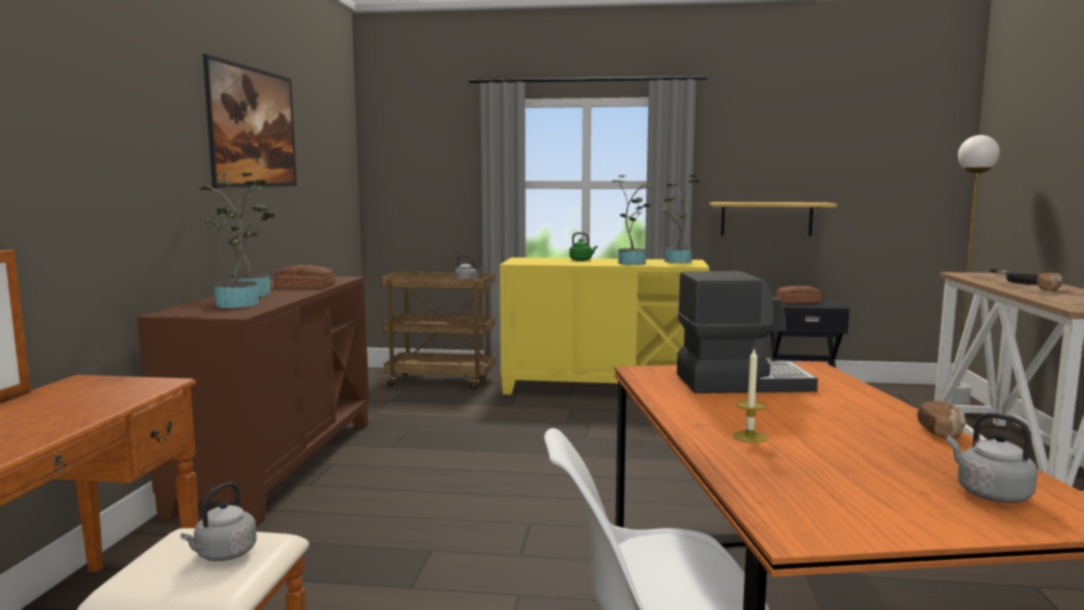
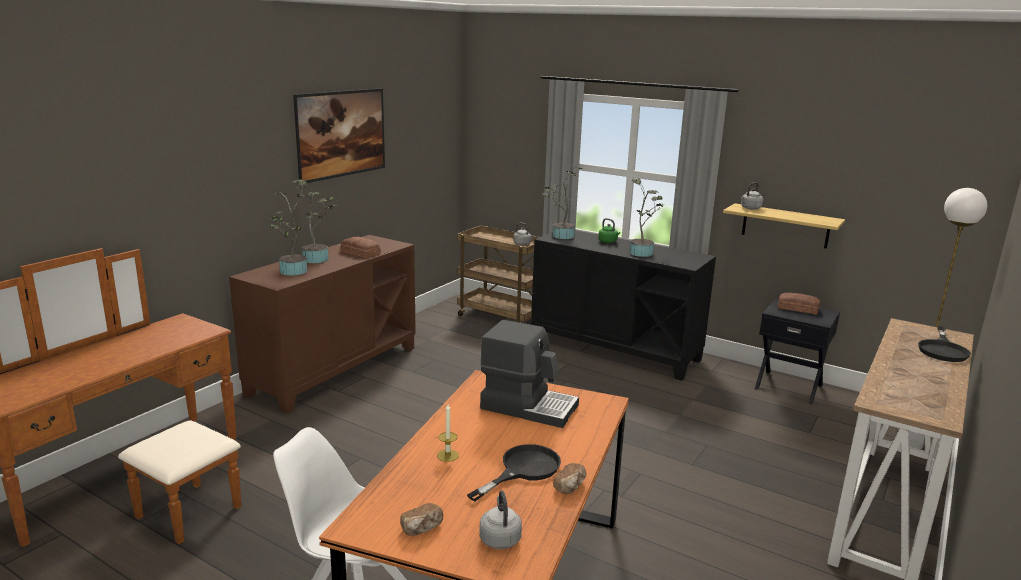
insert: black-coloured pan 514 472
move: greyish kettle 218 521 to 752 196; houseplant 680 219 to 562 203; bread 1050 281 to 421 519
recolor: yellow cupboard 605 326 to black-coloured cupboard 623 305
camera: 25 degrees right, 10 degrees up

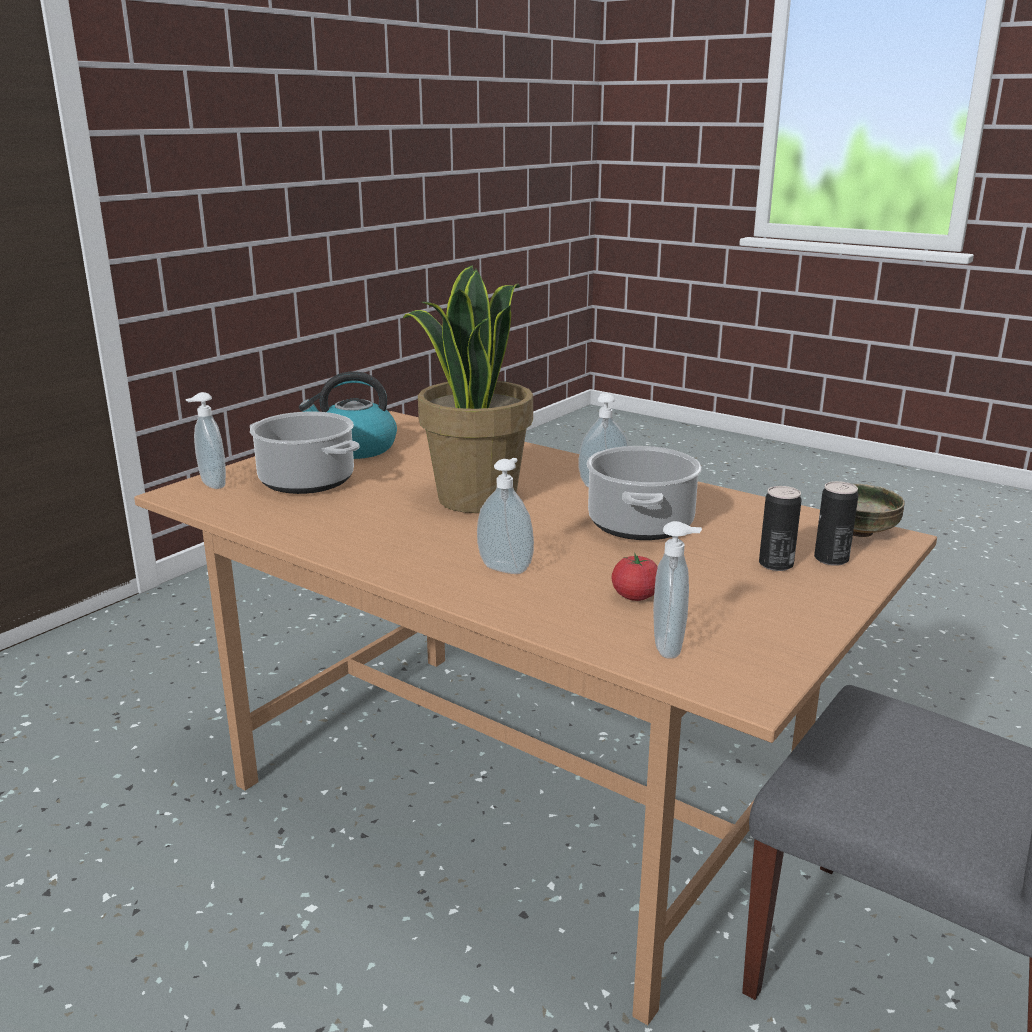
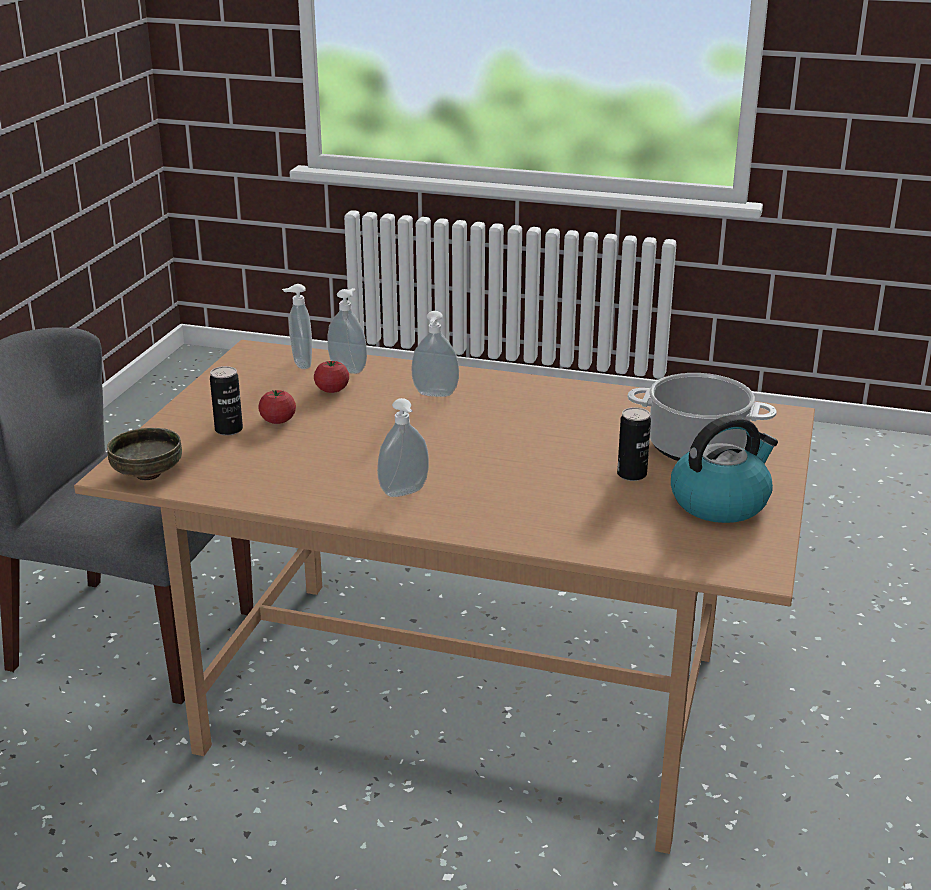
delete: houseplant 468 389; saucepot 644 493
insert: tomato 277 407
move: soap bottle 205 440 to 347 331; can 836 523 to 634 444
camera: 160 degrees right, 5 degrees up

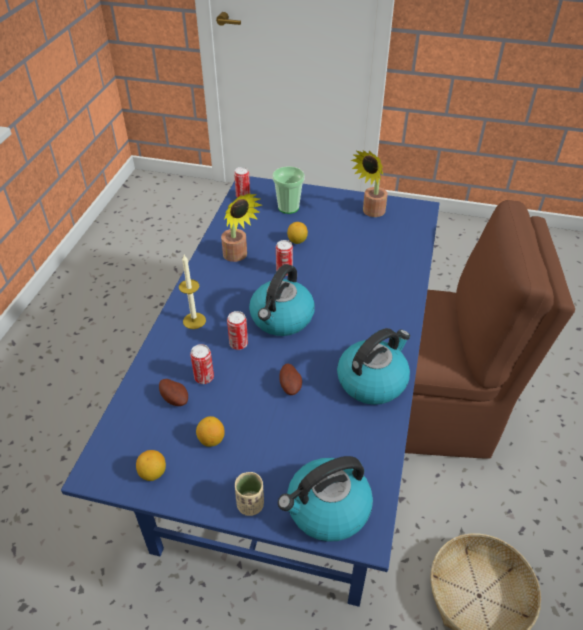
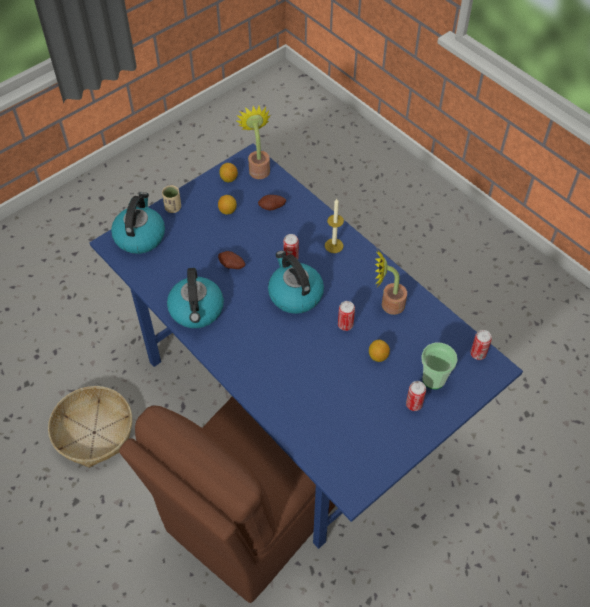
move: can 202 364 to 416 396; houseplant 369 183 to 253 142
camera: 125 degrees right, 10 degrees up

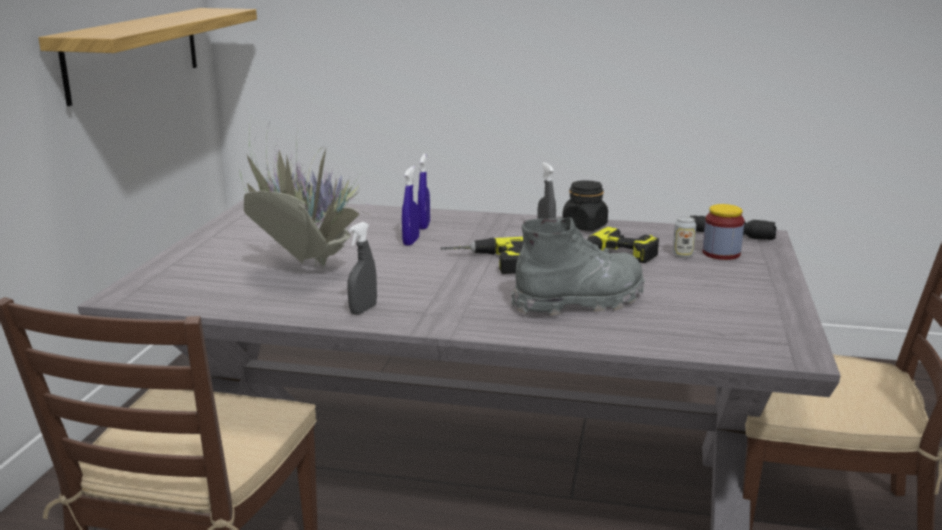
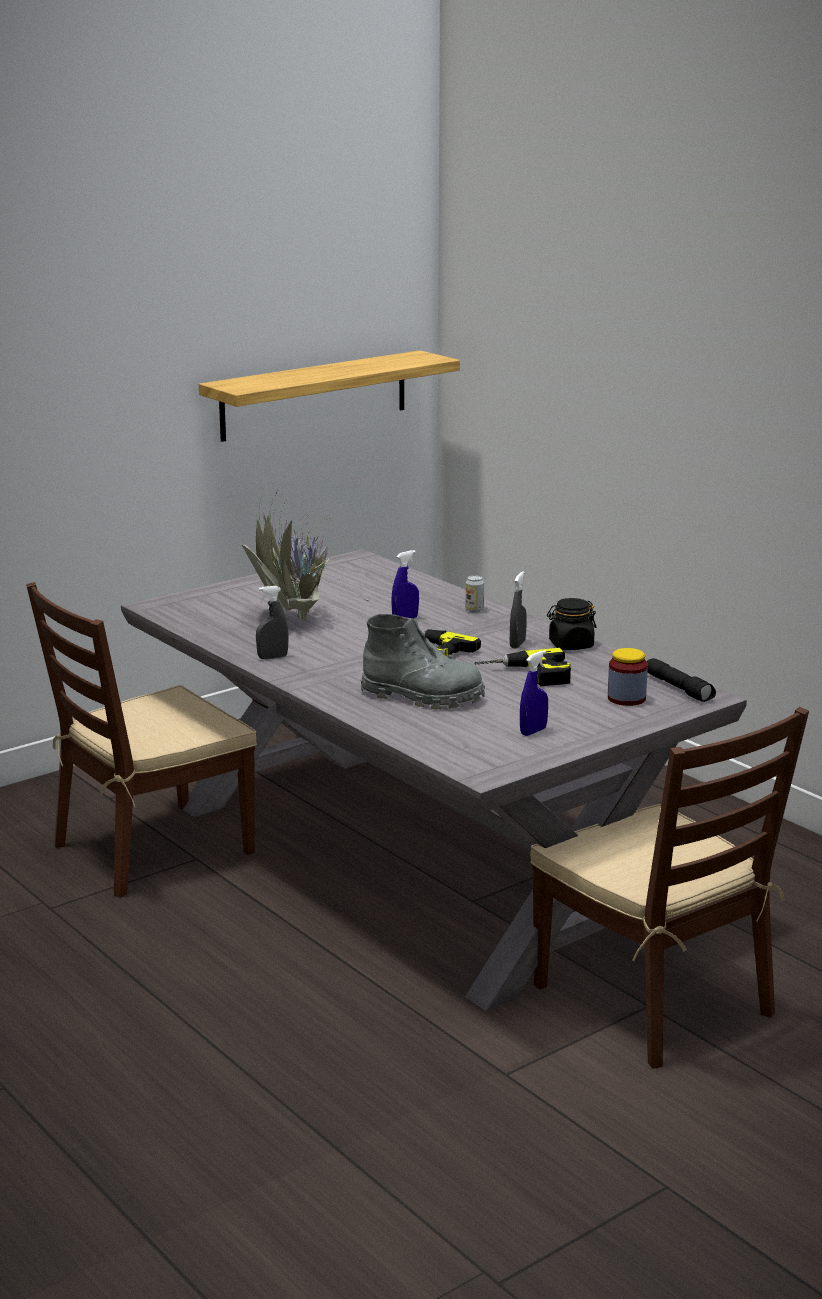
move: blue-coloured hand sprayer 424 191 to 534 693; can 684 237 to 474 593
camera: 40 degrees right, 0 degrees up

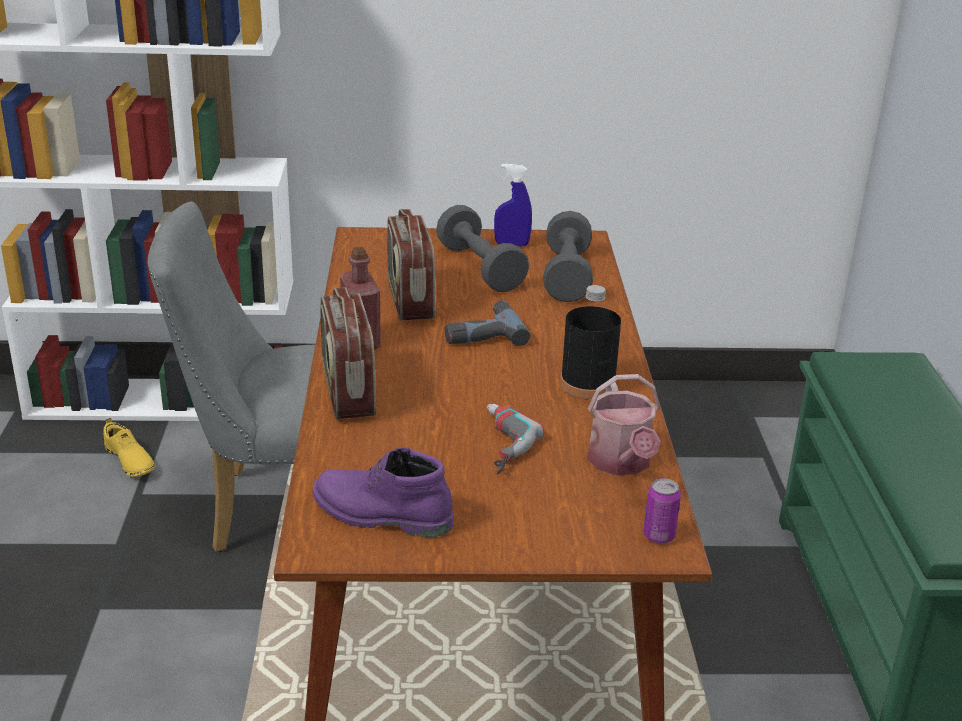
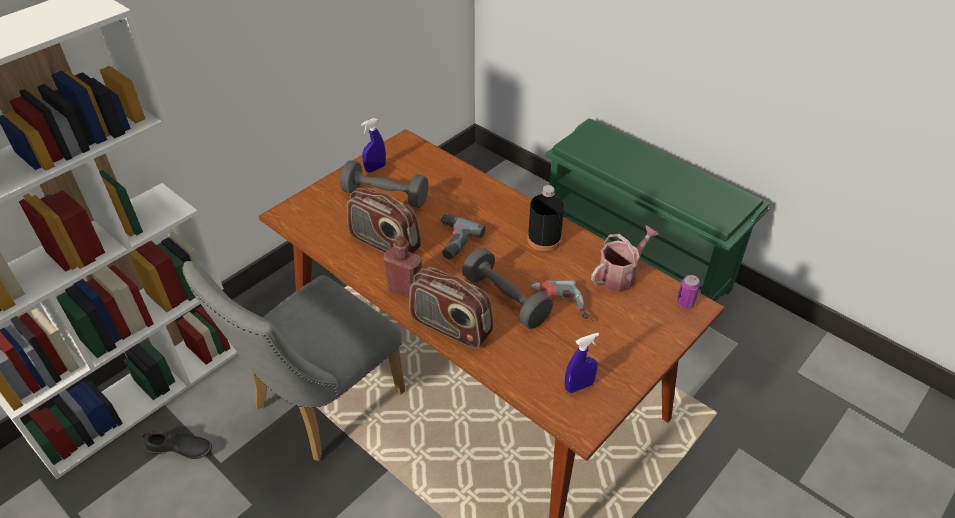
move: greyish hand weight 568 256 to 507 288
replace: purple-coloured boot 383 492 to blue-coloured hand sprayer 582 363
recolor: yellow shoe 129 447 to black-coloured shoe 177 444
rotate: sprinkling can 624 424 = 625 258 75 degrees counterclockwise
camera: 45 degrees left, 15 degrees up

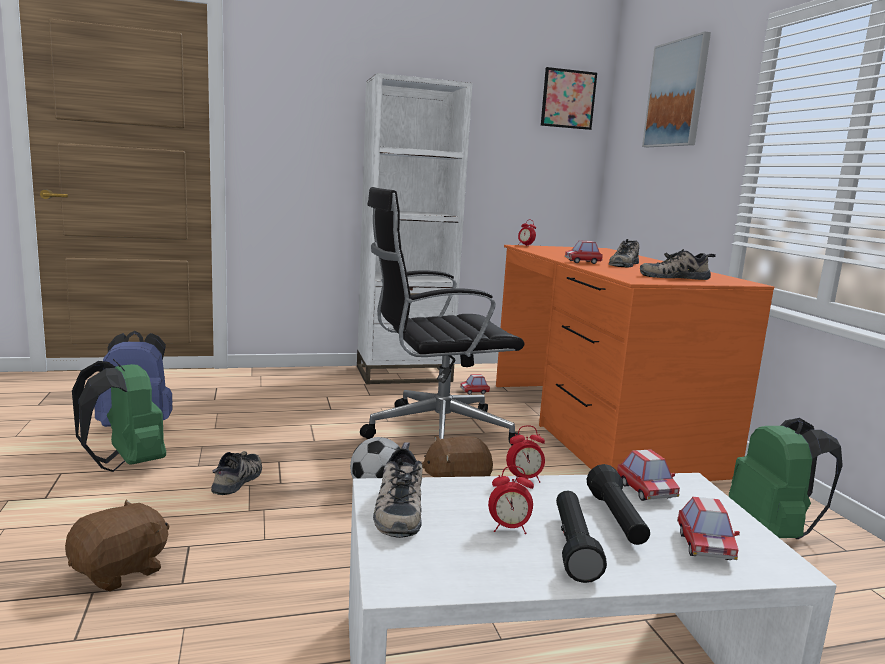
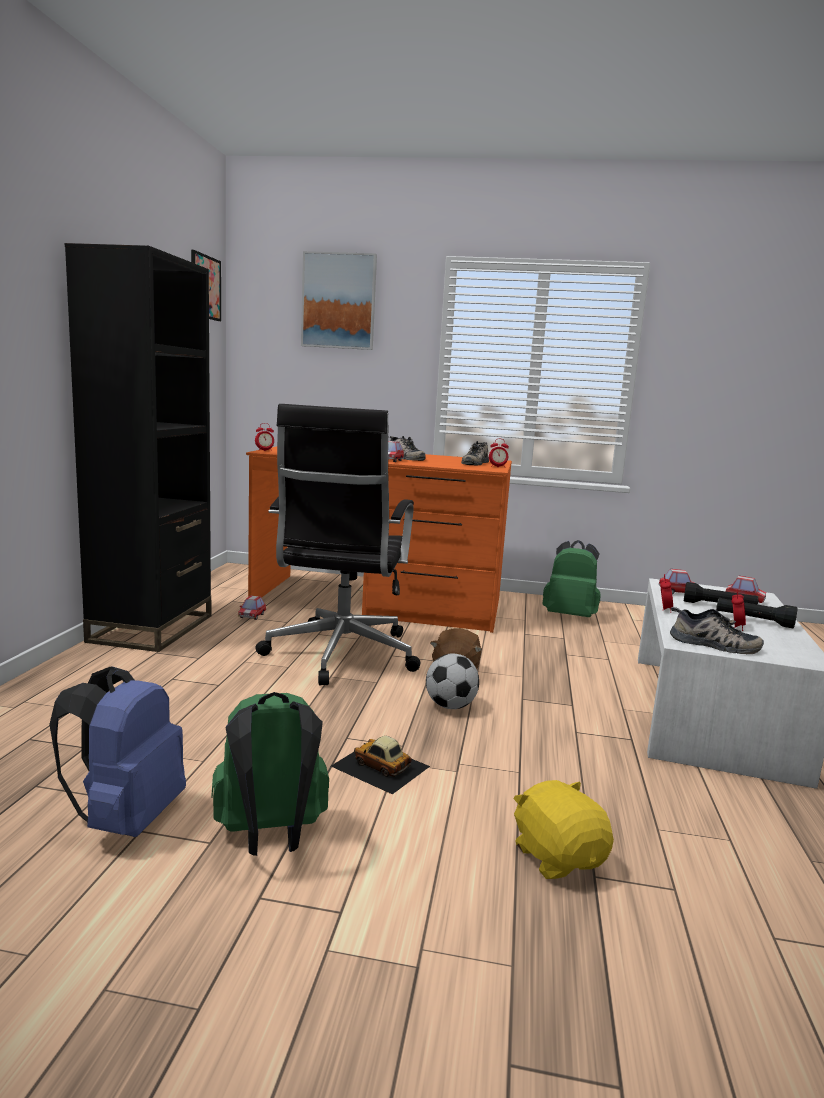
insert: table clock 499 453
replace: shoe 236 473 to model car 380 765
recolor: brown plush toy 117 545 to yellow plush toy 563 829; whitish bookcase 414 228 to black-coloured bookcase 138 447
camera: 65 degrees left, 0 degrees up

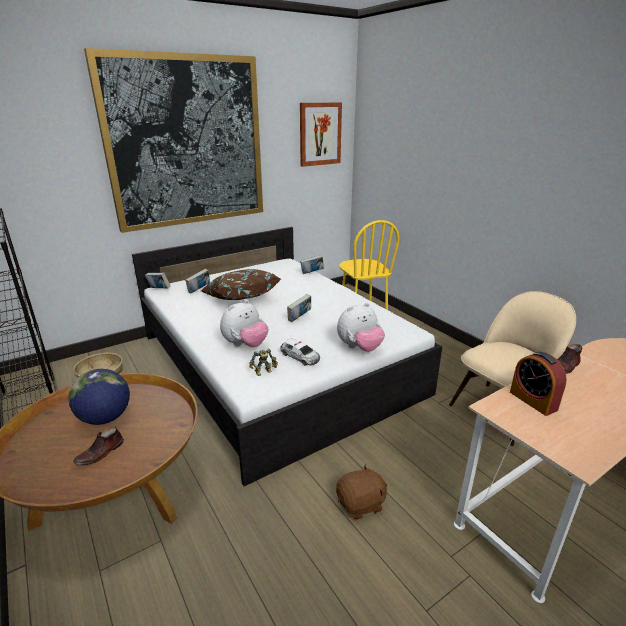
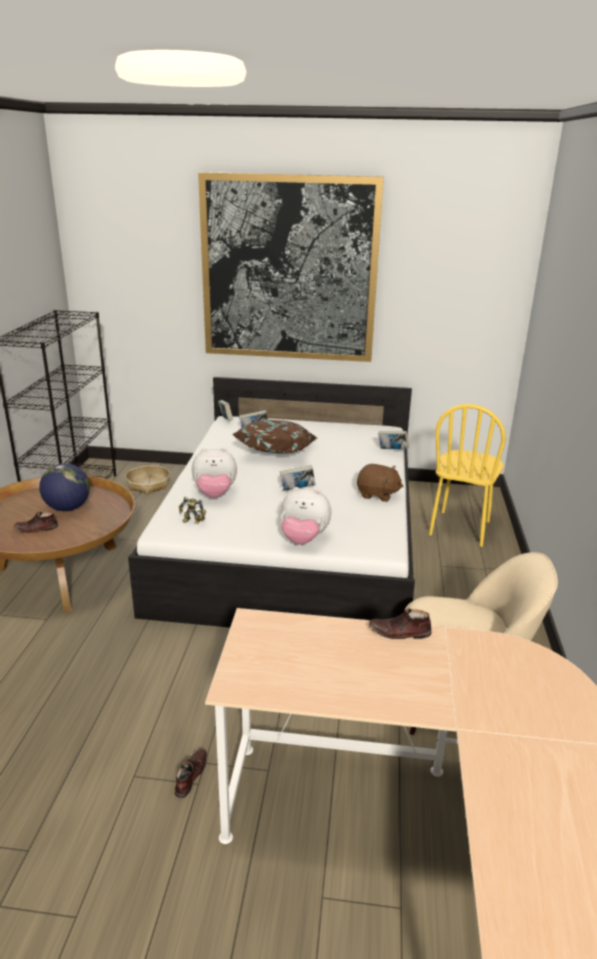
delete: model car 300 351; picture 321 134; table clock 538 384
insert: brown shoe 190 773
move: brown plush toy 361 492 to 380 483
camera: 40 degrees right, 0 degrees up

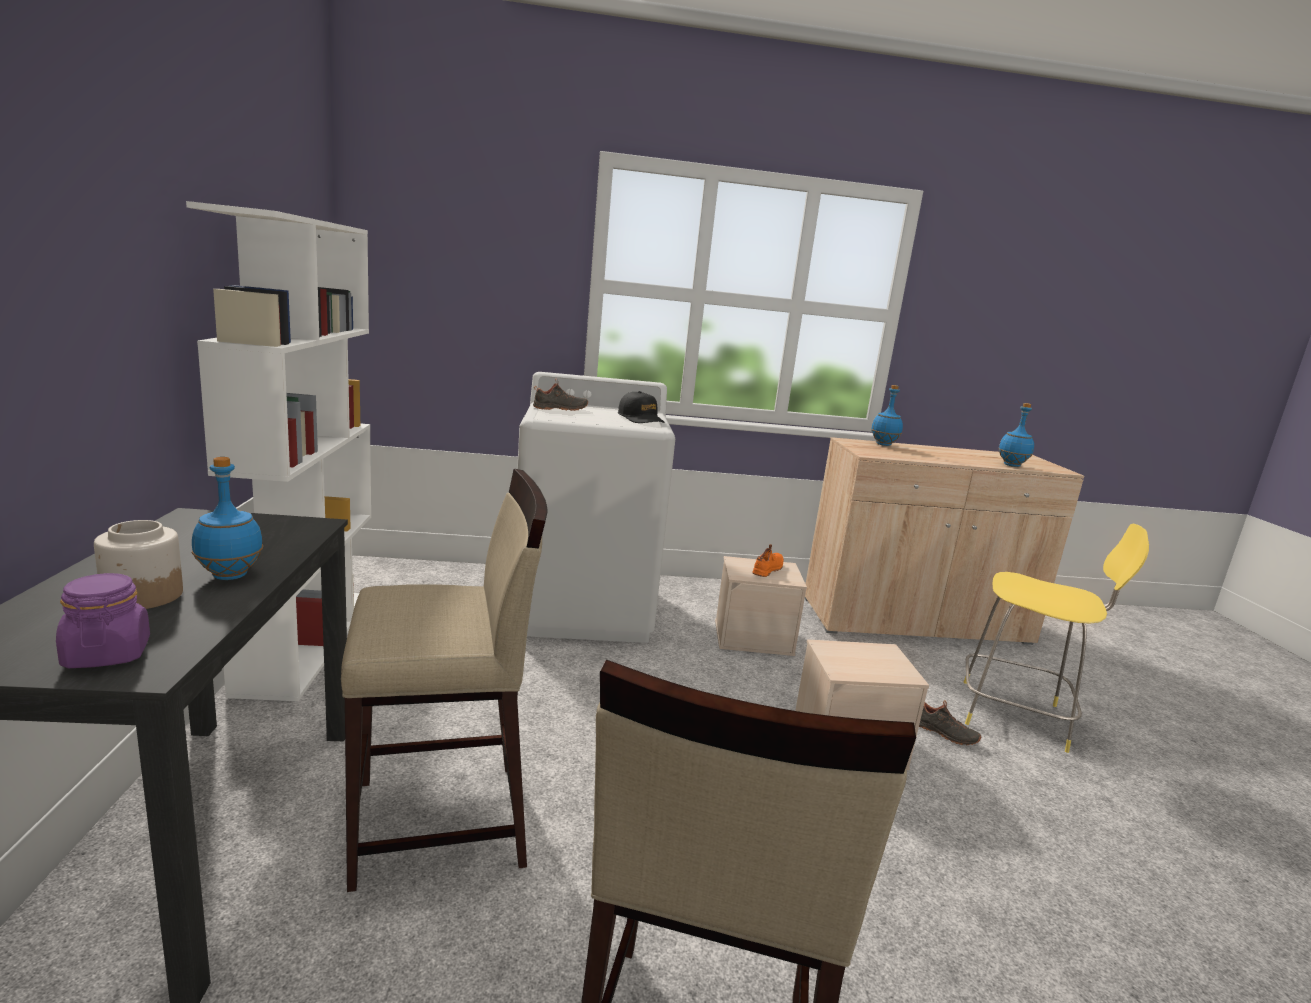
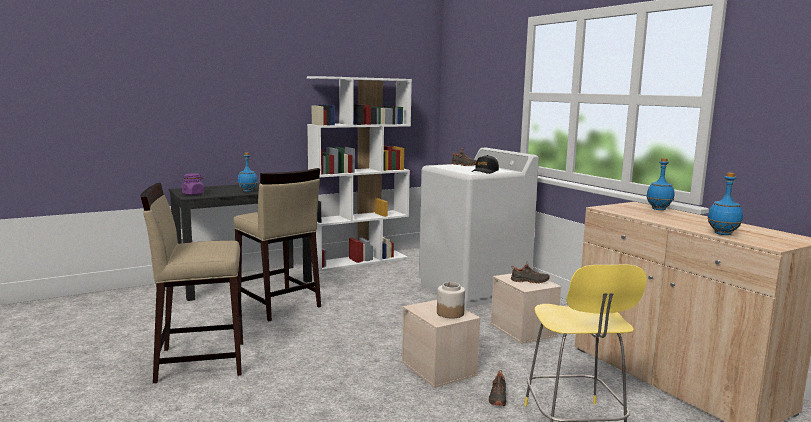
move: preserve jar 138 564 to 451 300
recolor: orange shoe 768 560 to black-coloured shoe 530 272
camera: 65 degrees right, 5 degrees down

